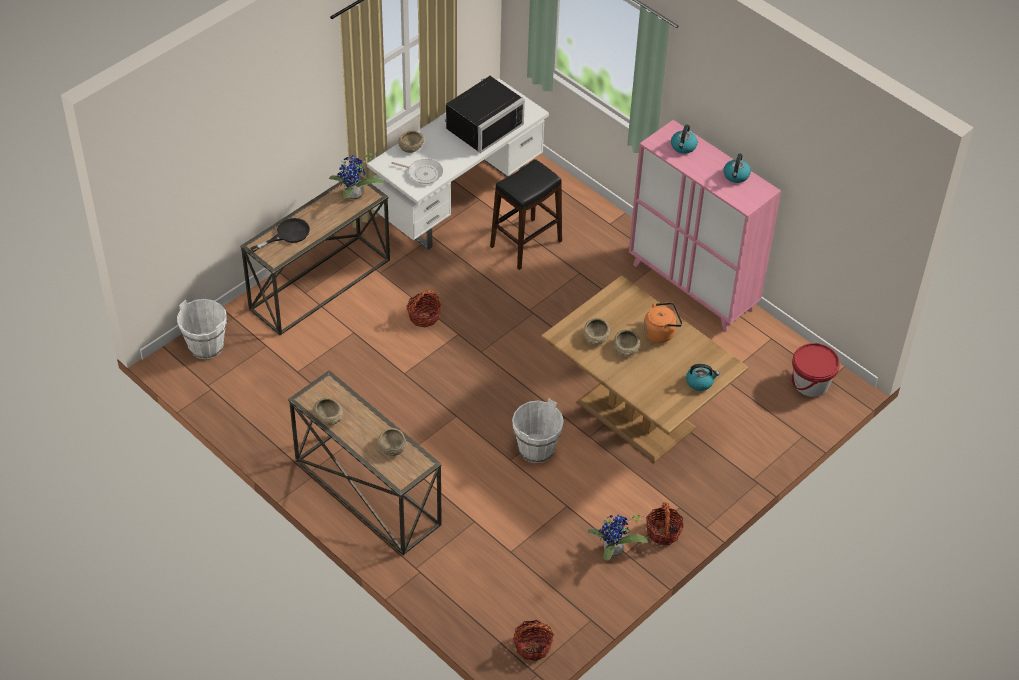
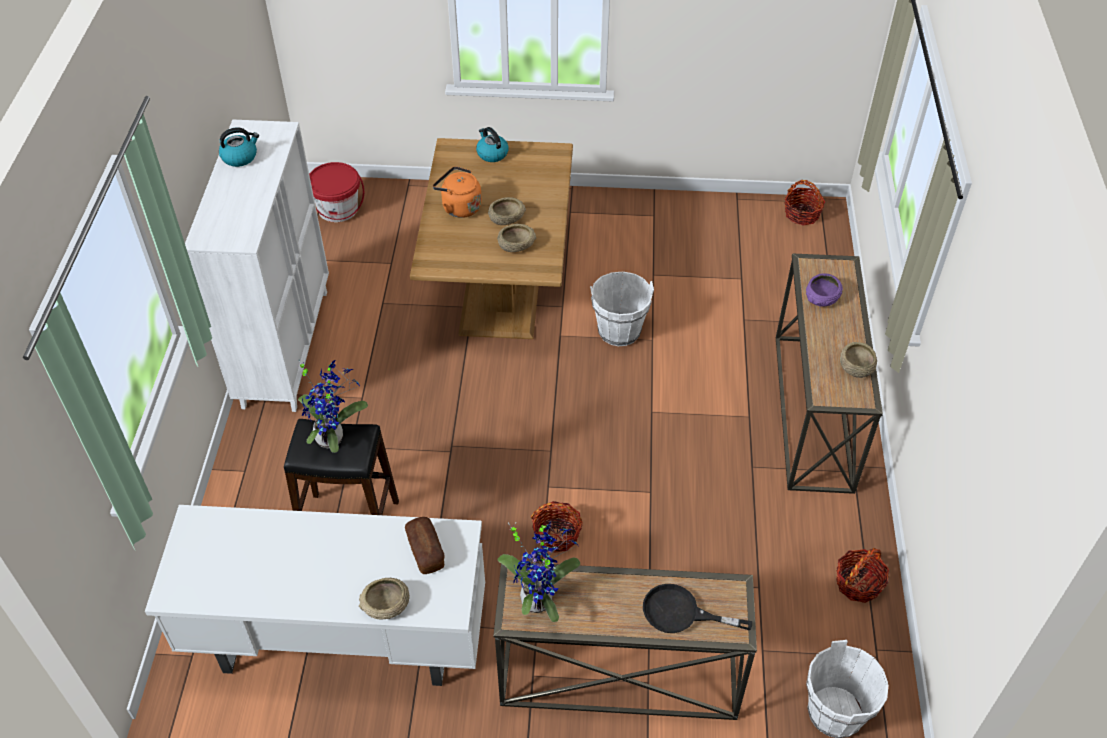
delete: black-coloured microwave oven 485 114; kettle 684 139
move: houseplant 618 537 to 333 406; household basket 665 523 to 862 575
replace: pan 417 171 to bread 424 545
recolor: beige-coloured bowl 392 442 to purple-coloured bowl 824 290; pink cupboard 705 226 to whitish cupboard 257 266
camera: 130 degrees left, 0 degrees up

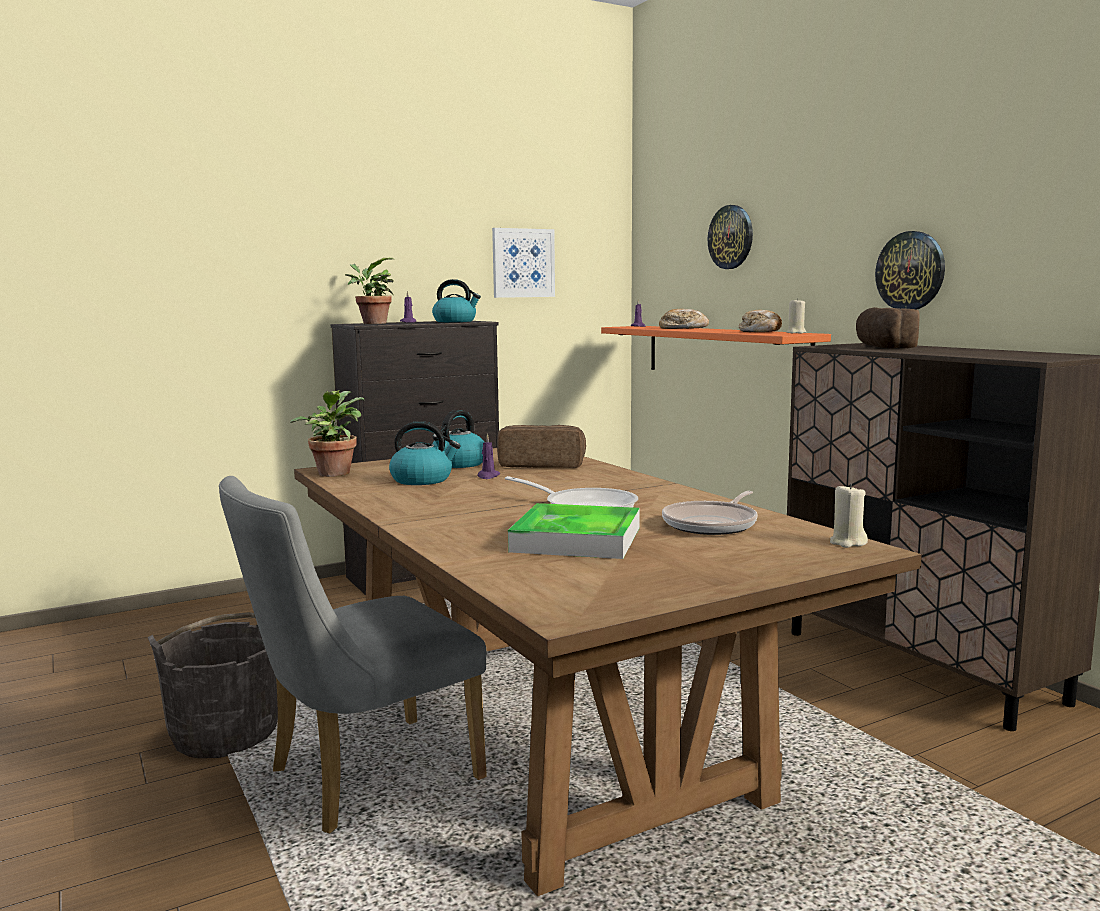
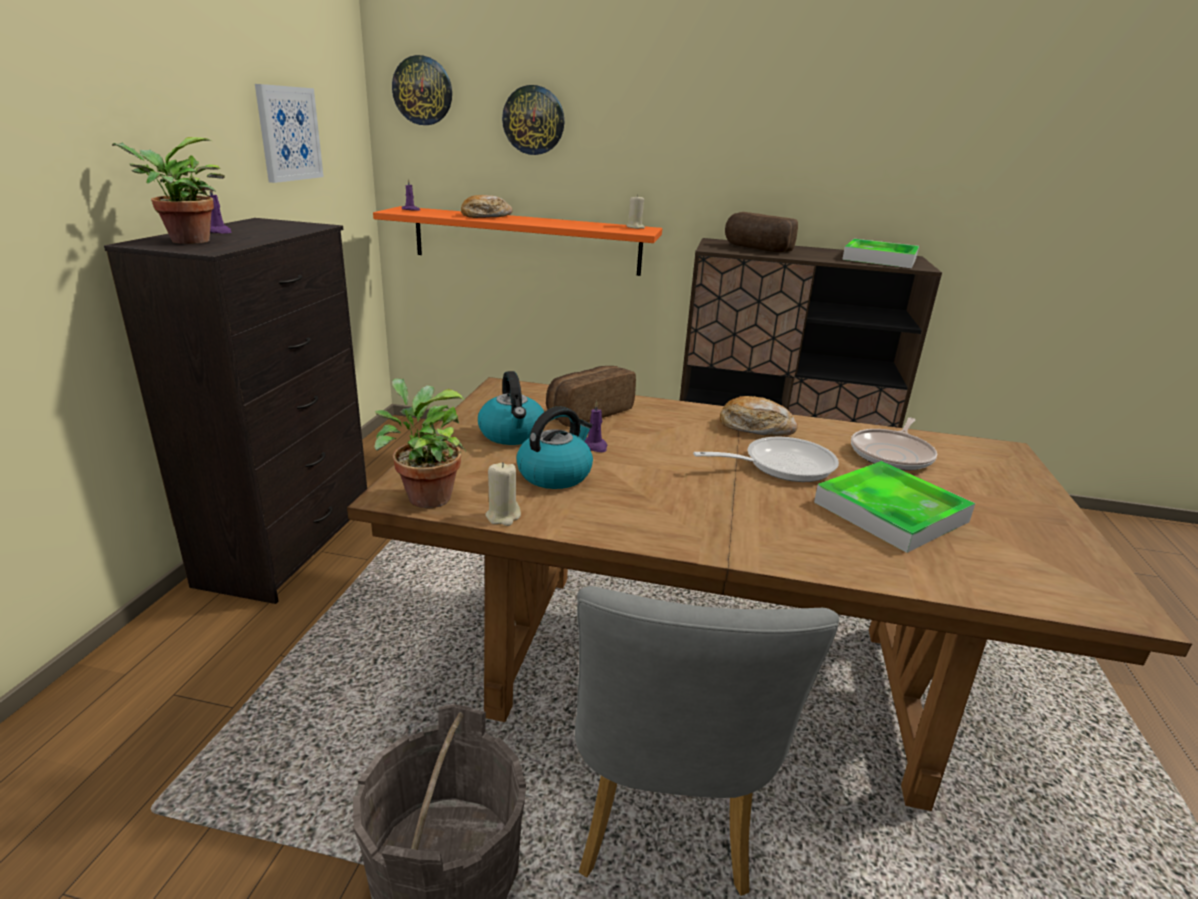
delete: kettle 456 300
insert: tray 880 253
move: bread 760 321 to 759 416; beige-coloured wax light 849 515 to 503 494; hanging clock 910 270 to 422 90
rotate: pan 710 513 = 894 444 45 degrees clockwise
camera: 50 degrees left, 15 degrees up

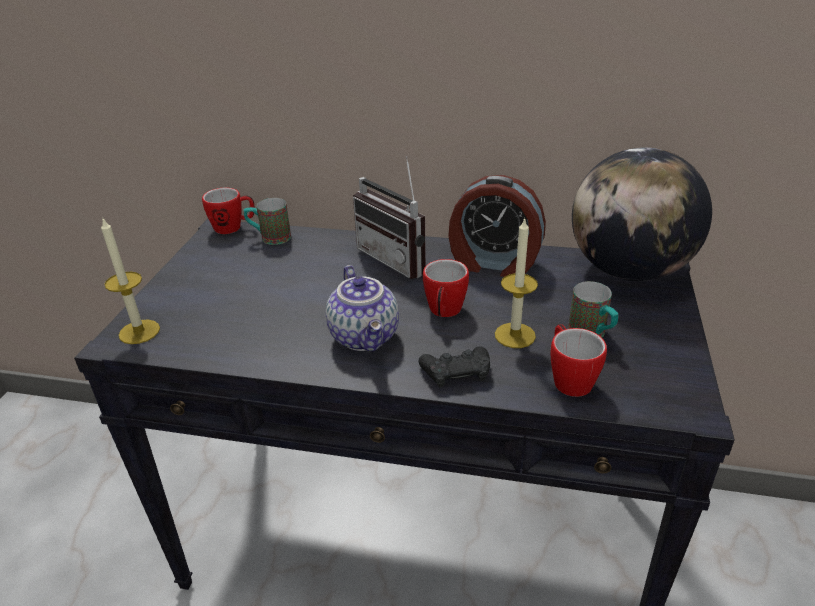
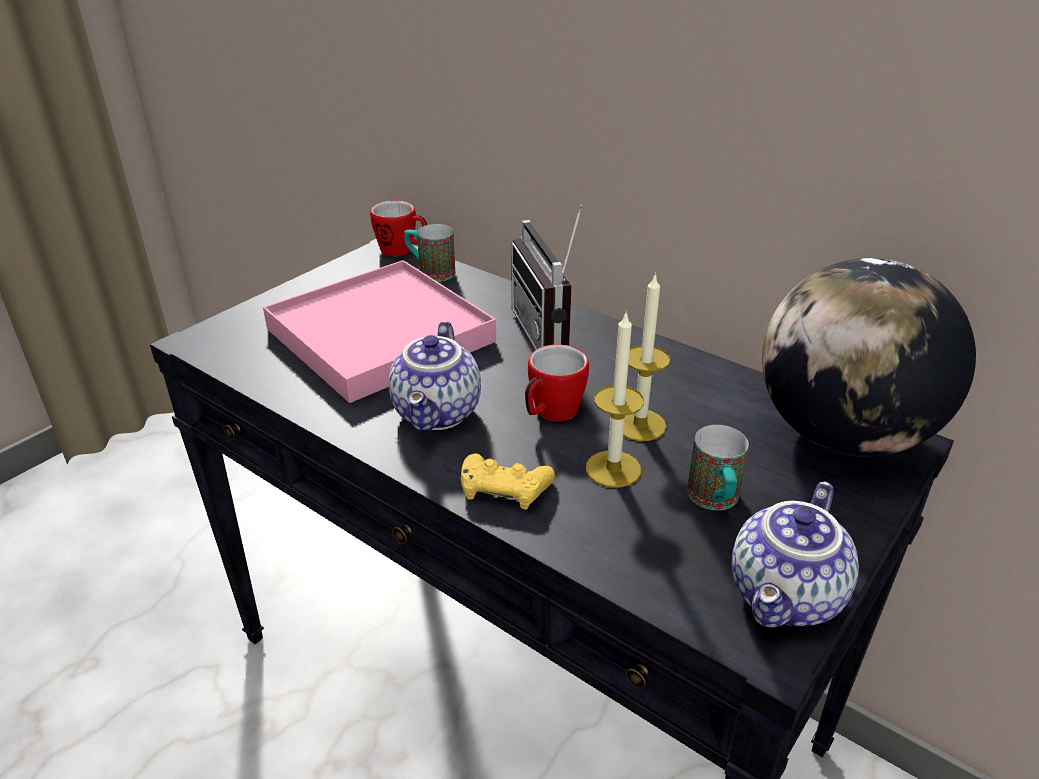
delete: table clock 497 226; tea mug 579 360
insert: pink tray 379 331; pot for tea 795 555
move: wax light 130 280 to 647 356
recolor: black-coloured game controller 454 367 to yellow game controller 508 481
camera: 25 degrees right, 0 degrees up

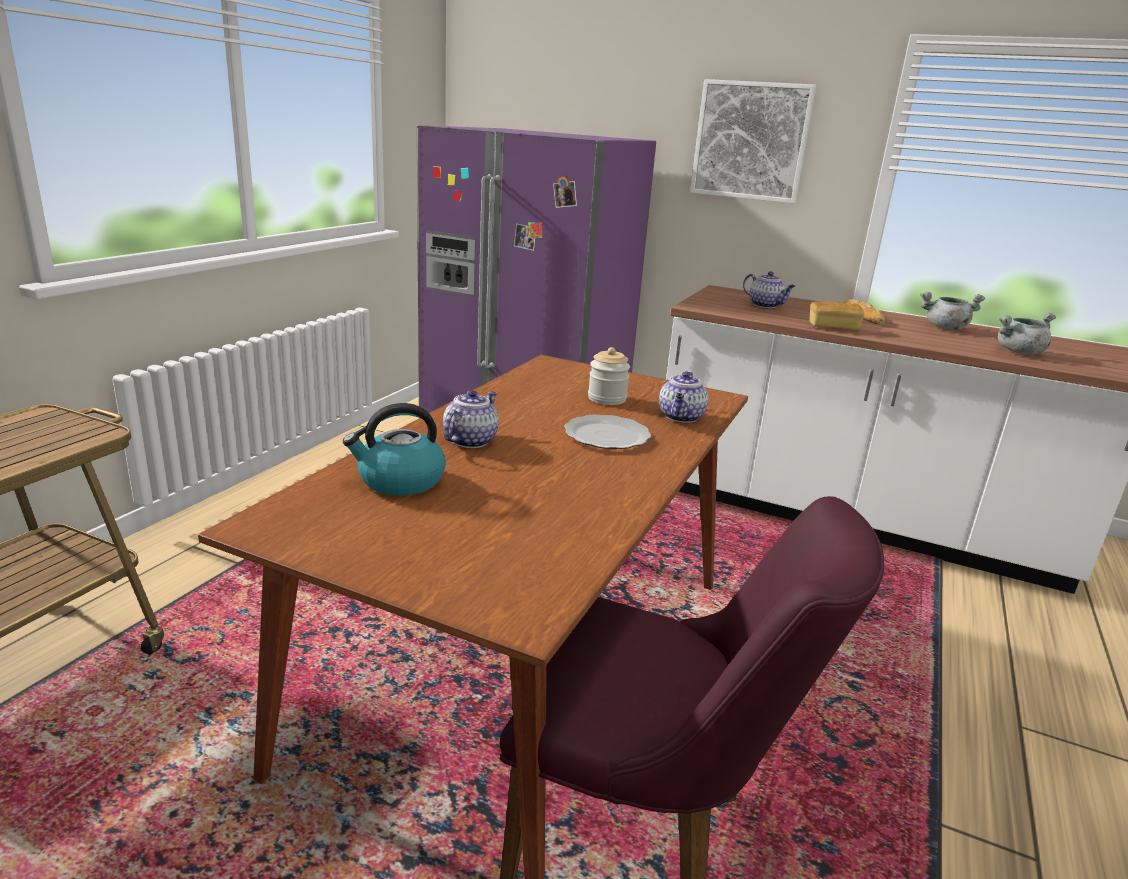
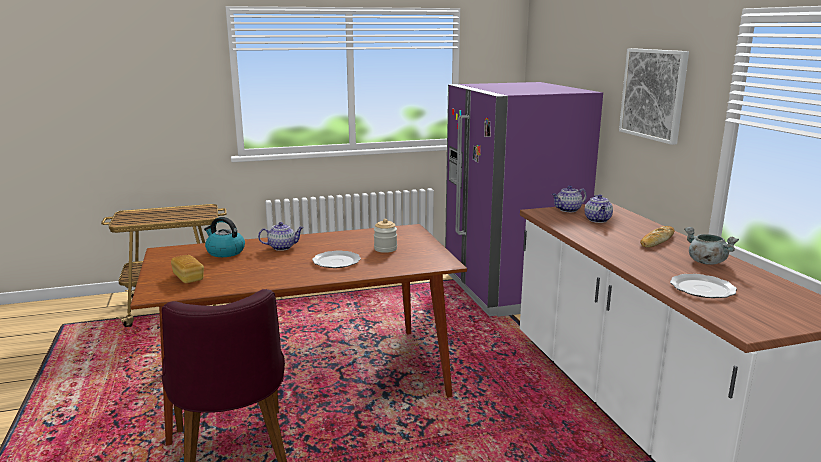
move: pot for tea 683 397 to 569 198; bread 836 316 to 187 269
replace: greyish saucepot 1027 334 to flat dish 703 286
camera: 50 degrees right, 5 degrees down

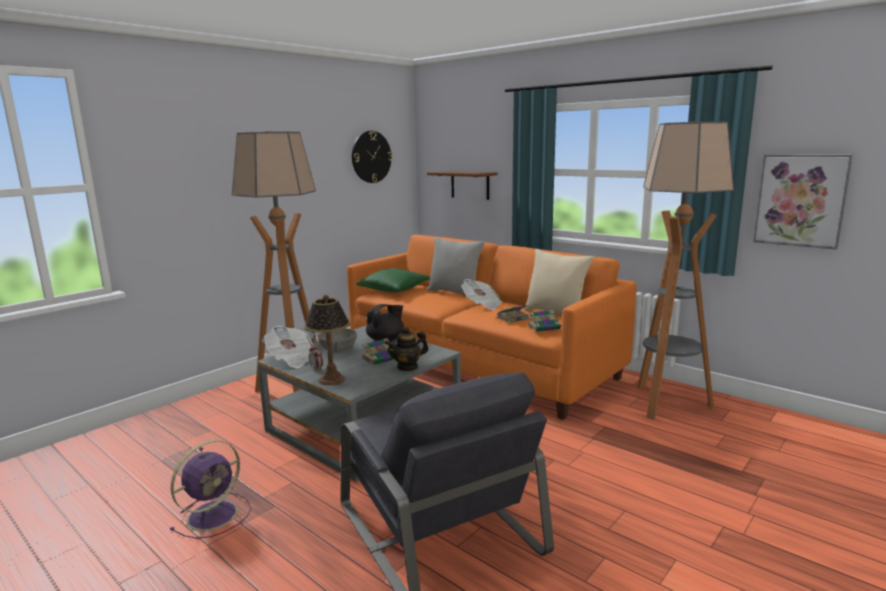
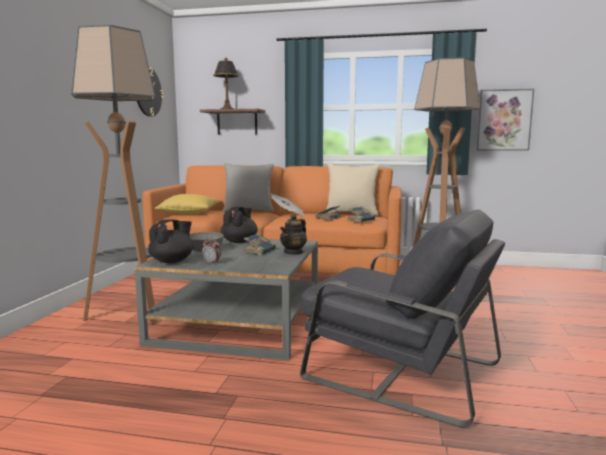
delete: purple-coloured cooling fan 210 489
move: table lamp 327 340 to 226 83
replace: newspaper 289 347 to black-coloured pot for tea 171 241
recolor: green-coloured pillow 393 280 to yellow pillow 188 204
camera: 30 degrees left, 5 degrees down

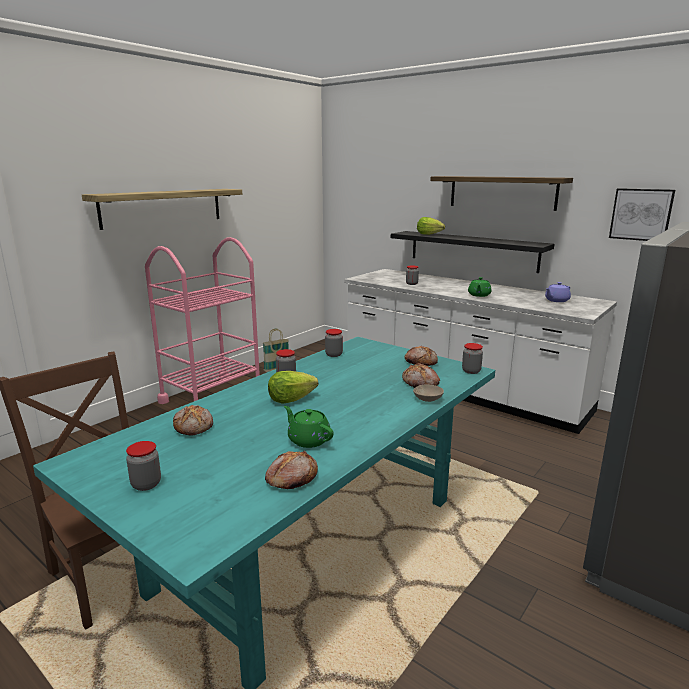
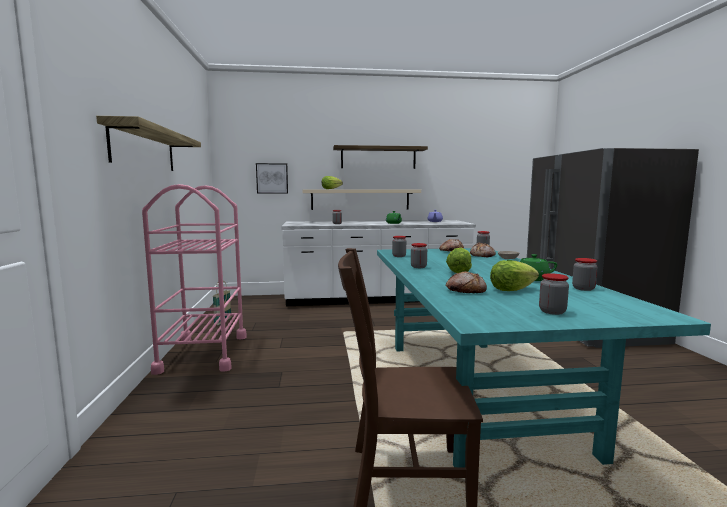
insert: lettuce head 514 275
move: picture 642 214 to 272 178
replace: bread 291 470 to preserve jar 585 274
recolor: black-coloured bracket shelf 472 252 to beige-coloured bracket shelf 361 199
camera: 45 degrees left, 10 degrees down

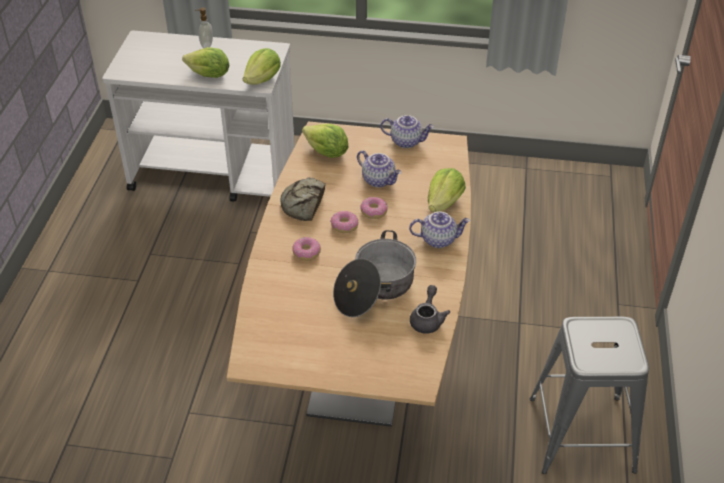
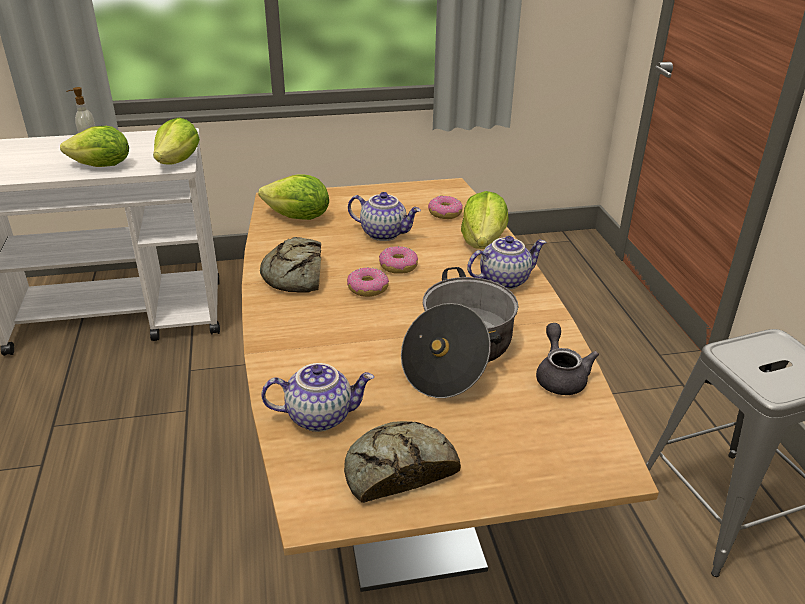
insert: bread 402 462
move: doughnut 306 249 to 445 207; pot for tea 407 131 to 317 397
camera: 20 degrees left, 10 degrees down

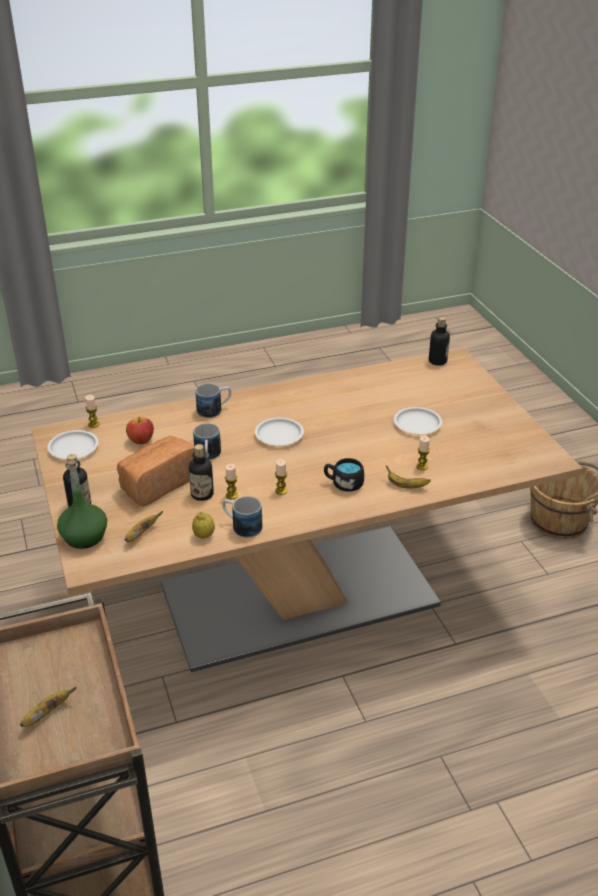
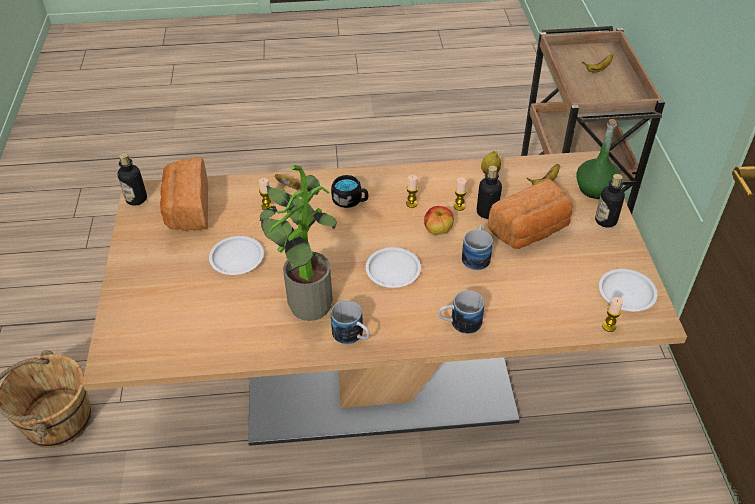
insert: bread 184 194; houseplant 298 243
move: apple 140 430 to 439 220; tea mug 242 517 to 350 322; bottle 439 341 to 132 179
camera: 165 degrees left, 10 degrees up

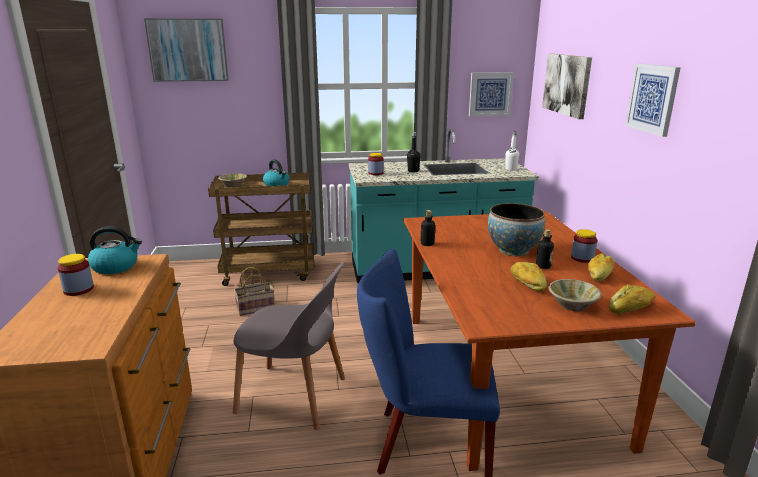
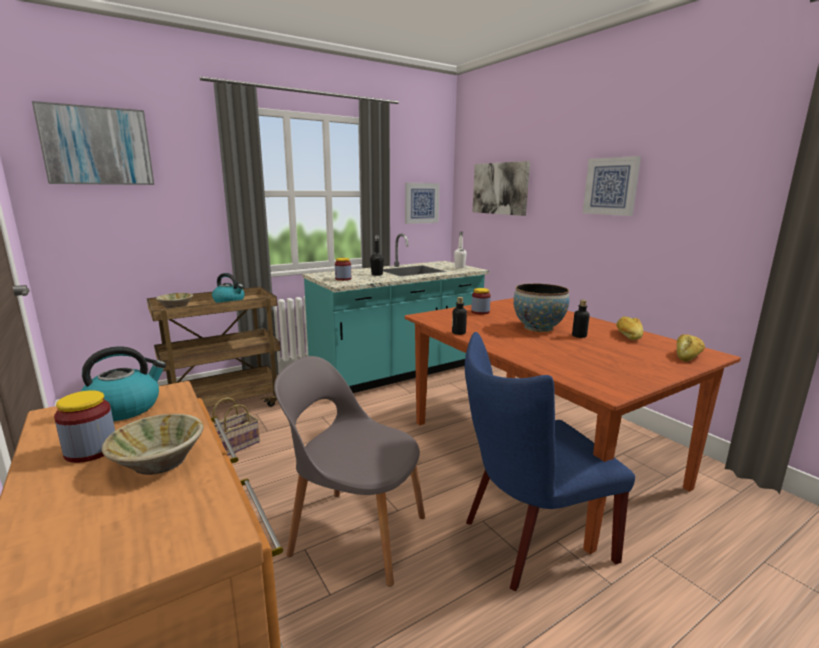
delete: bread 529 277
move: beige-coloured bowl 575 295 to 153 444; preserve jar 584 246 to 481 301
rotate: greyish upright chair 289 346 = 349 471 150 degrees counterclockwise
camera: 25 degrees left, 5 degrees down

